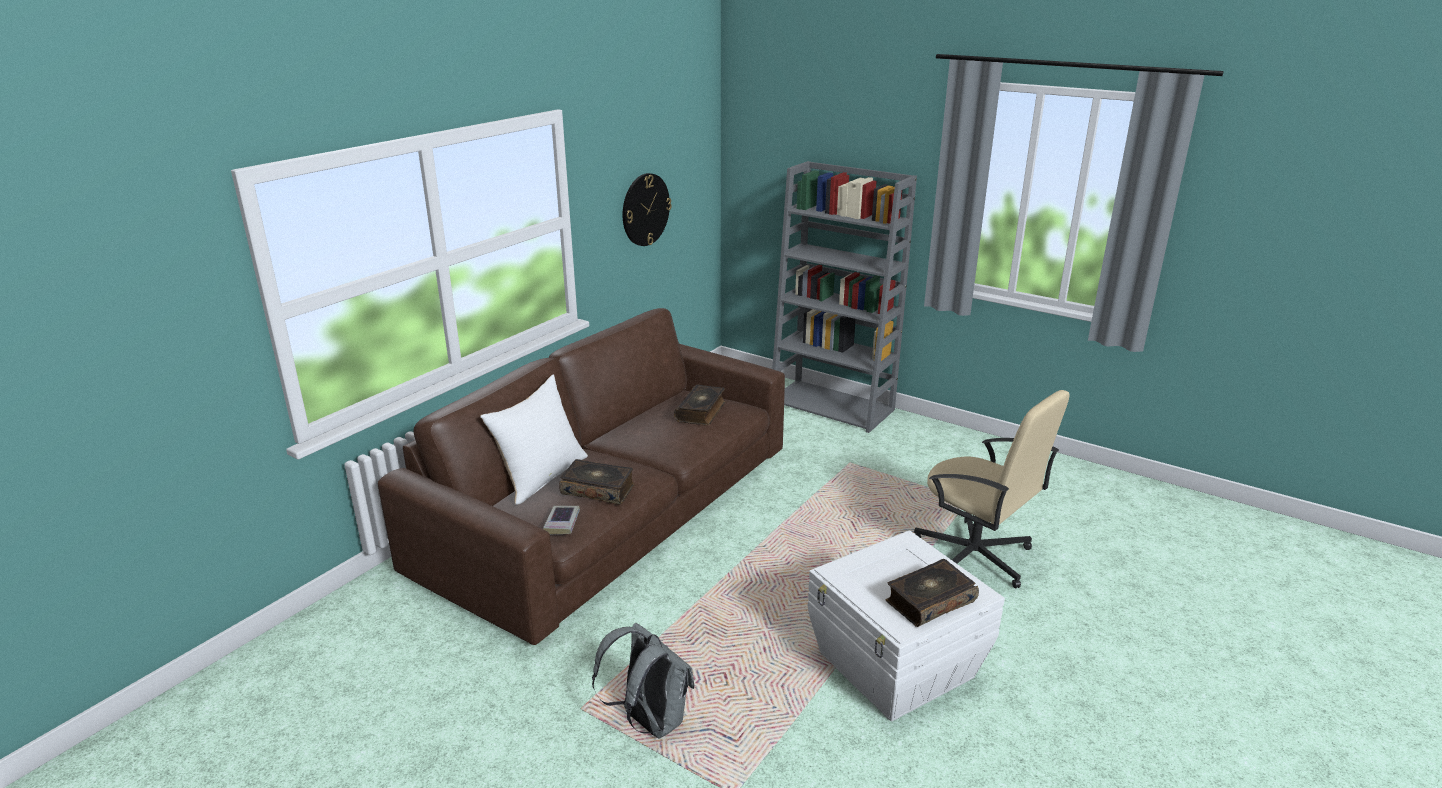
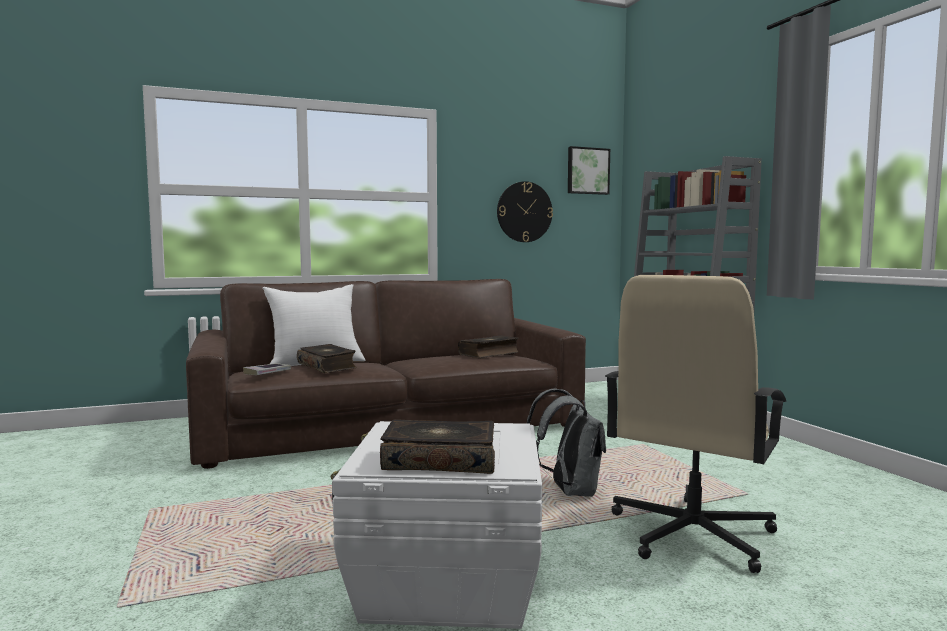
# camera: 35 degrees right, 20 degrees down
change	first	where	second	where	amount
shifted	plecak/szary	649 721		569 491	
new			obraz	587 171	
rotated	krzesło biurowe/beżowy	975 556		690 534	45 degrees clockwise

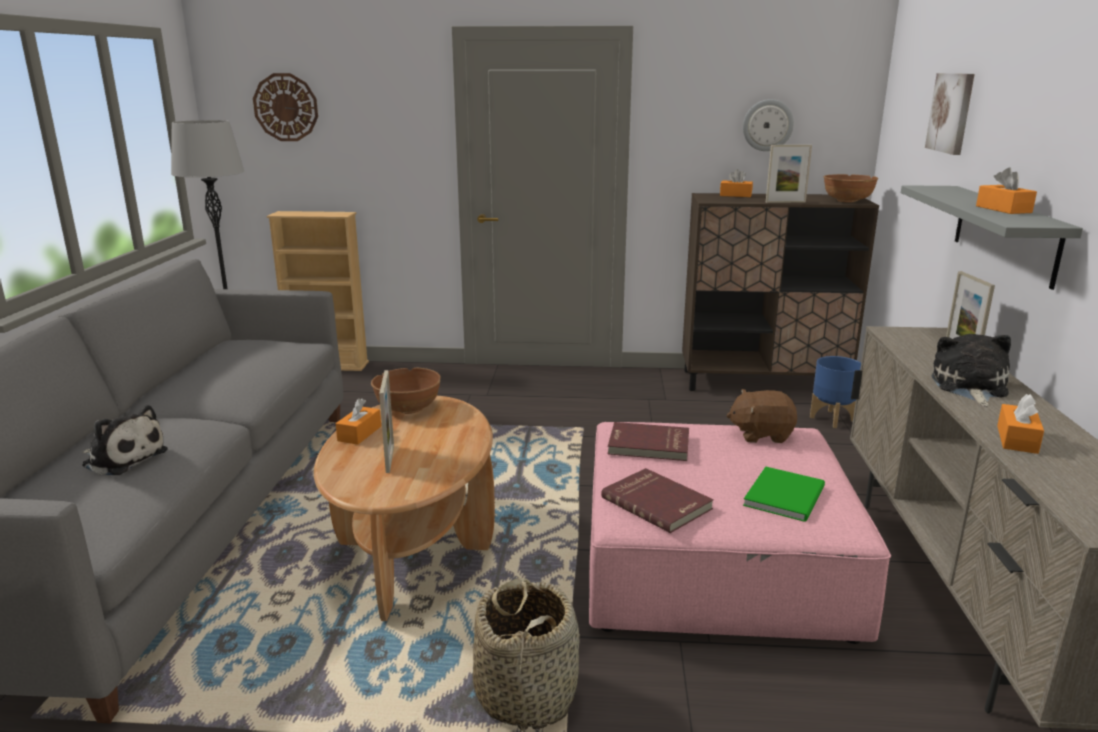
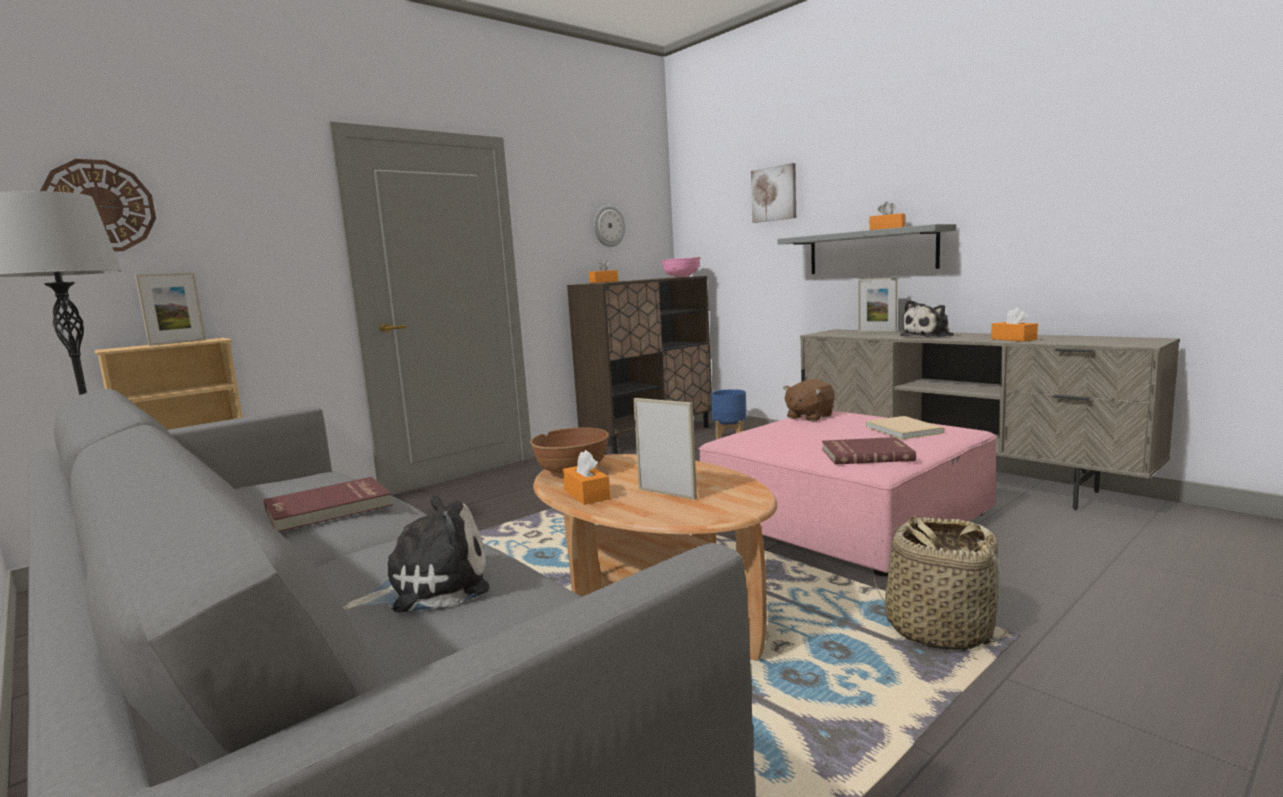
# camera: 45 degrees left, 10 degrees down
change	first	where	second	where	amount
shifted	ramka na zdjęcie	785 202		178 342	
shifted	książka/czerwony	648 445		329 508	
repainted	miska/brązowy	847 201	miska/różowy	681 277	
repainted	książka/zielony	787 495	książka/beżowy	903 429	
rotated	pluszak	969 387		929 336	90 degrees counterclockwise

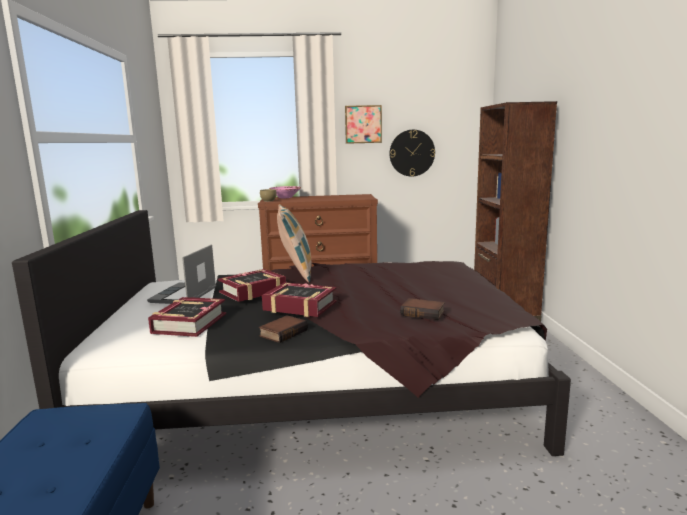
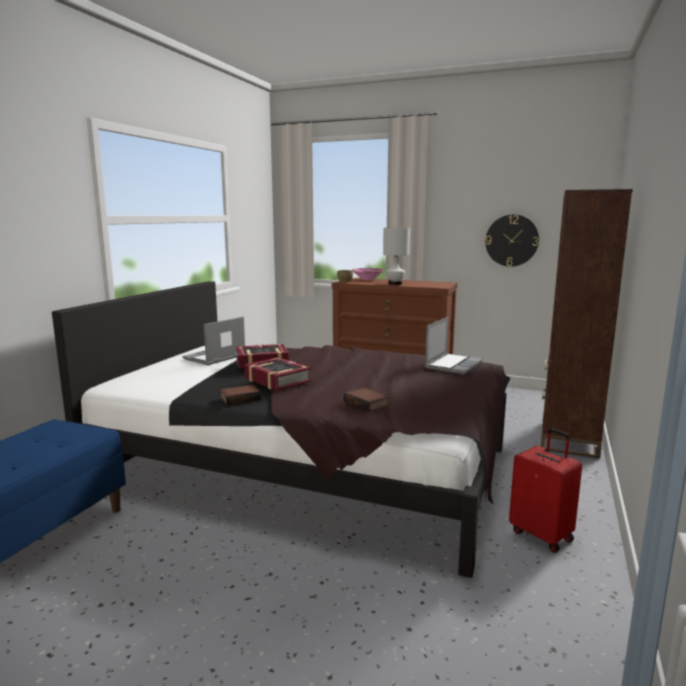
# camera: 25 degrees right, 0 degrees up
change	first	where	second	where	amount
new			lampa stołowa/biały	395 284	
new			laptop	453 365	
new			walizka/czerwony	542 535	
gone	książka	189 323			
gone	poduszka	295 273			
gone	obraz	363 124			

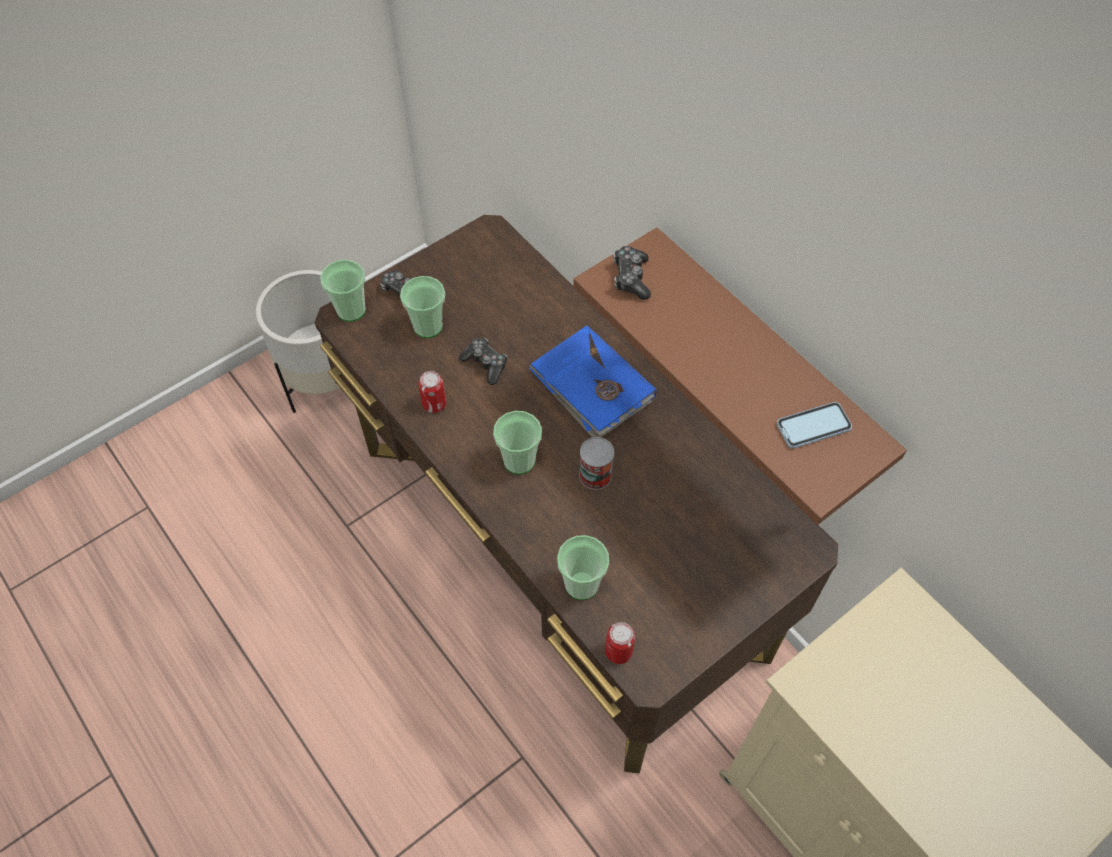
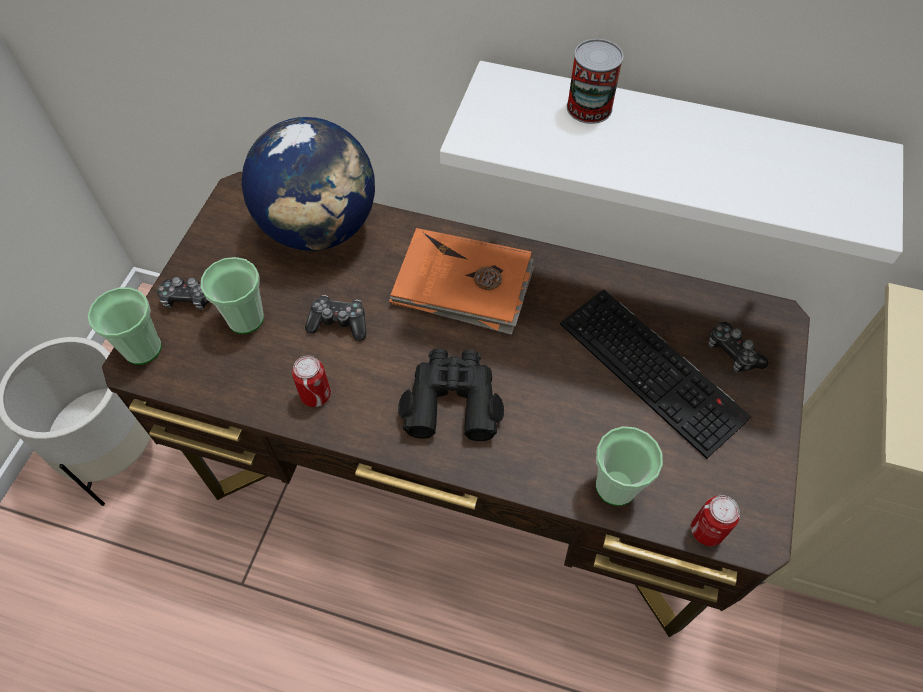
# camera: 35 degrees left, 0 degrees up
change	first	where	second	where	amount
new			globus	320 228	
repainted	książka/niebieski	591 386	książka/pomarańczowy	463 284	
swapped	filiżanka	519 461	lornetka/czarny	452 400	
repainted	półka/brązowy	764 361	półka/biały	668 146	
new			klawiatura	655 370	
shifted	puszka	595 475		589 107	
shifted	pad do gier	631 278		732 353	
gone	telefon	813 426			

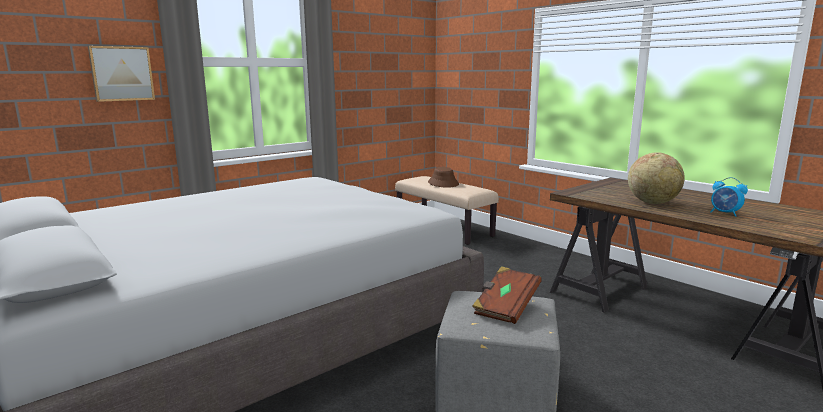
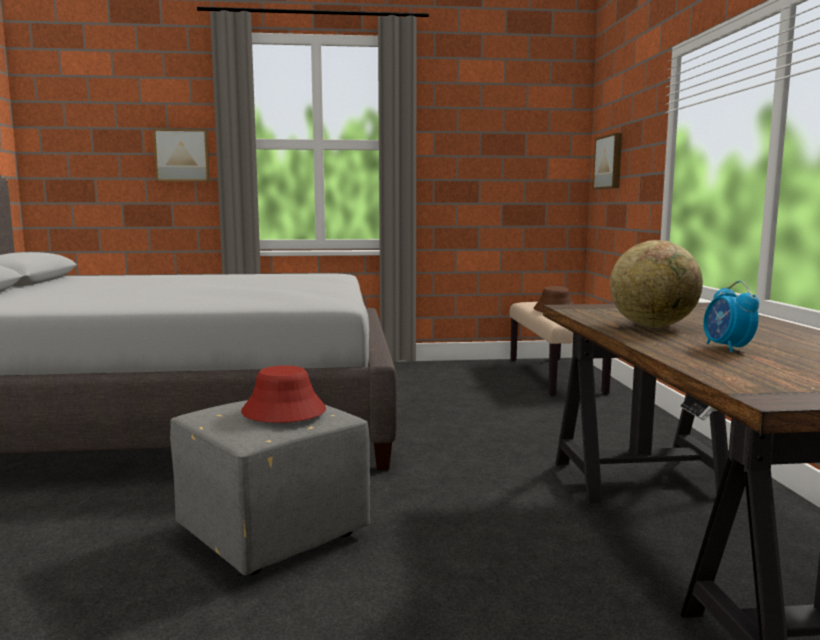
# camera: 35 degrees right, 5 degrees down
change	first	where	second	where	amount
swapped	książka/brązowy	505 307	kapelusz/czerwony	283 411	
new			obraz	610 162	

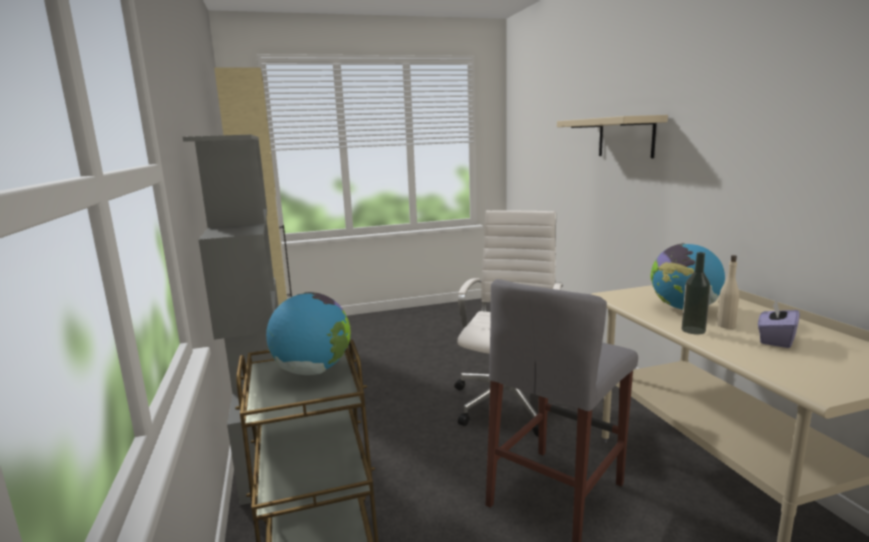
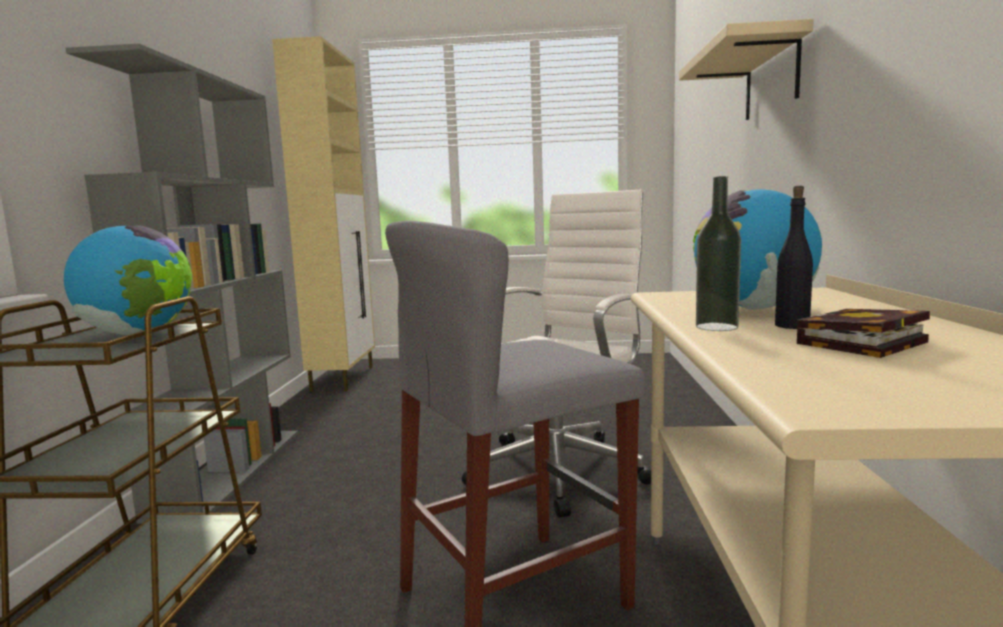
# camera: 20 degrees right, 5 degrees down
change	first	where	second	where	amount
repainted	butelka/beżowy	725 325	butelka/czarny	791 326	
swapped	pudełko chusteczek/fioletowy	775 339	książka	861 344	

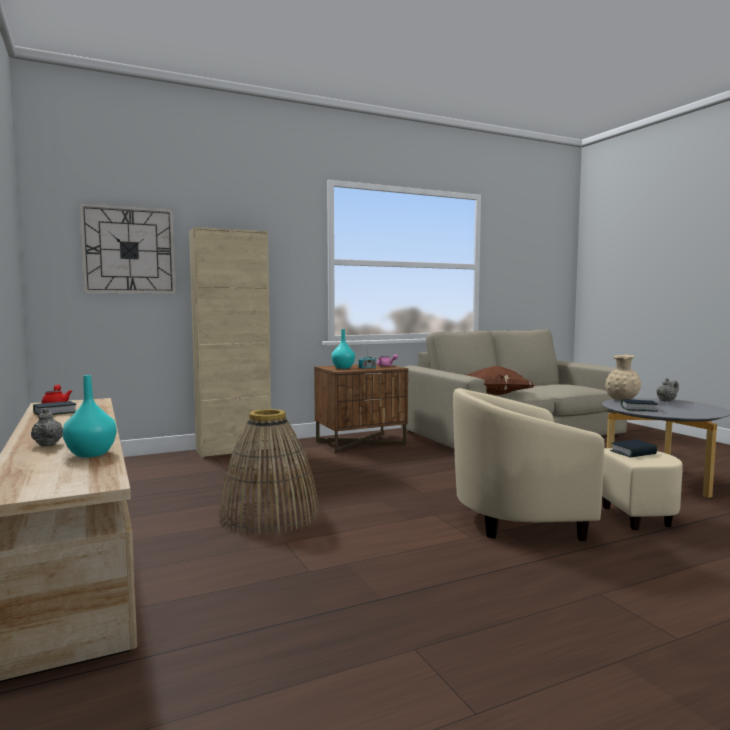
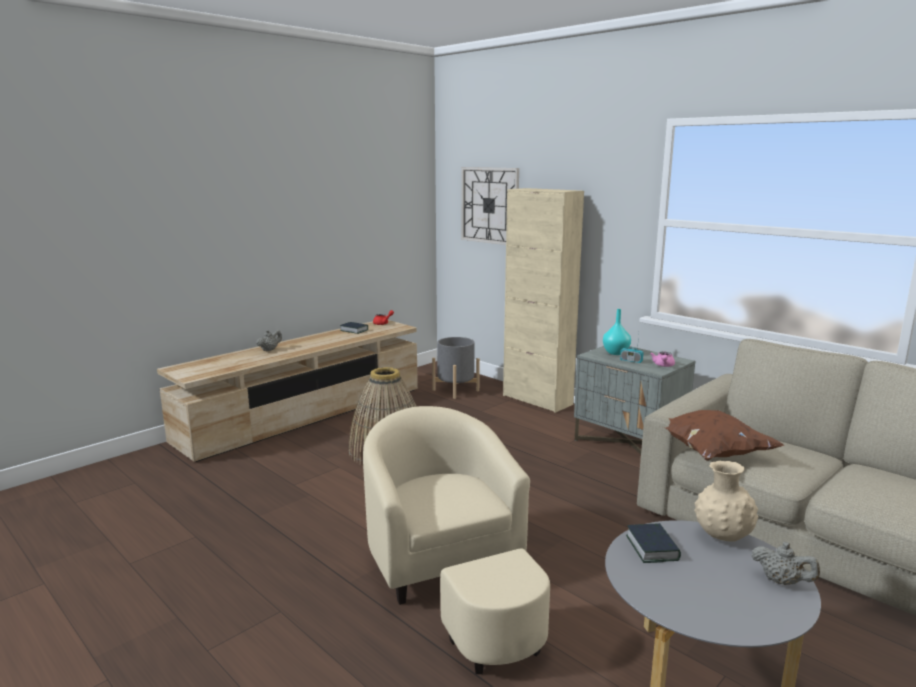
# camera: 70 degrees right, 10 degrees up
change	first	where	second	where	amount
new			donica/szary	455 390	
repainted	szafka nocna/brązowy	361 443	szafka nocna/szary	629 444	
gone	wazon/turkusowy	90 454			
gone	książka	633 453			

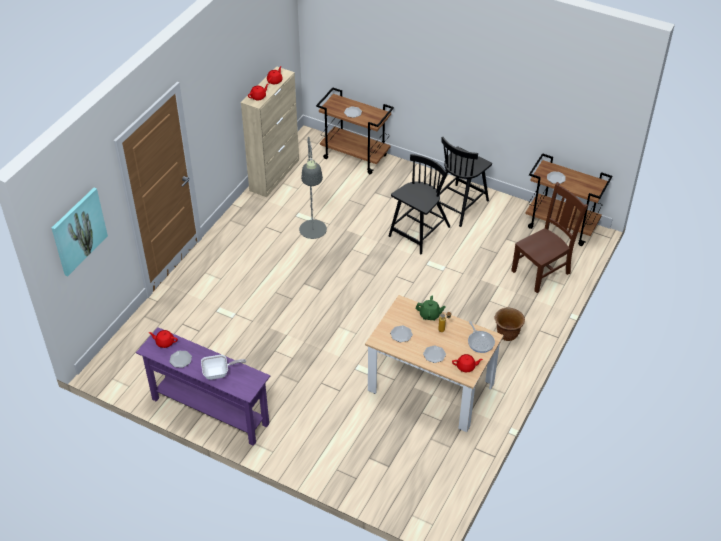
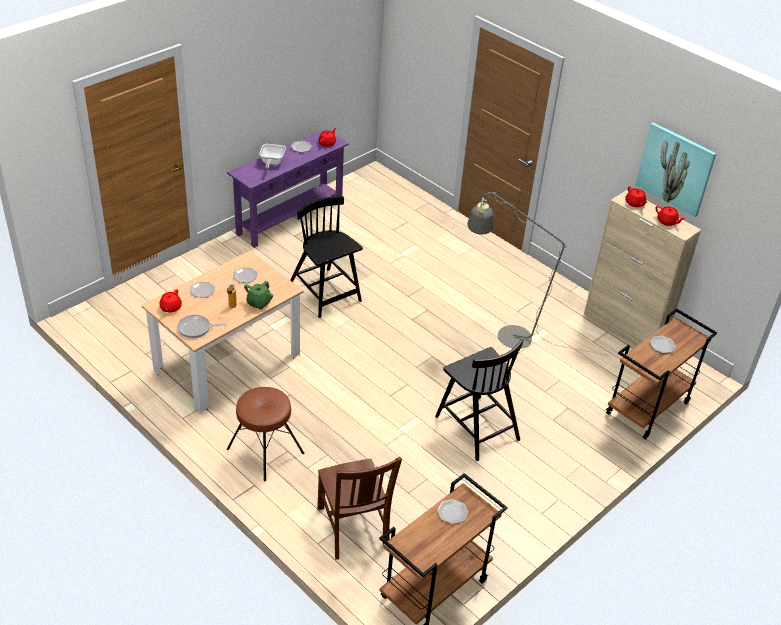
# camera: 105 degrees right, 5 degrees down
change	first	where	second	where	amount
swapped	donica/brązowy	507 334	stołek/brązowy	265 451	
shifted	krzesło/czarny	459 205		325 293	
shifted	obraz	79 231		675 169	

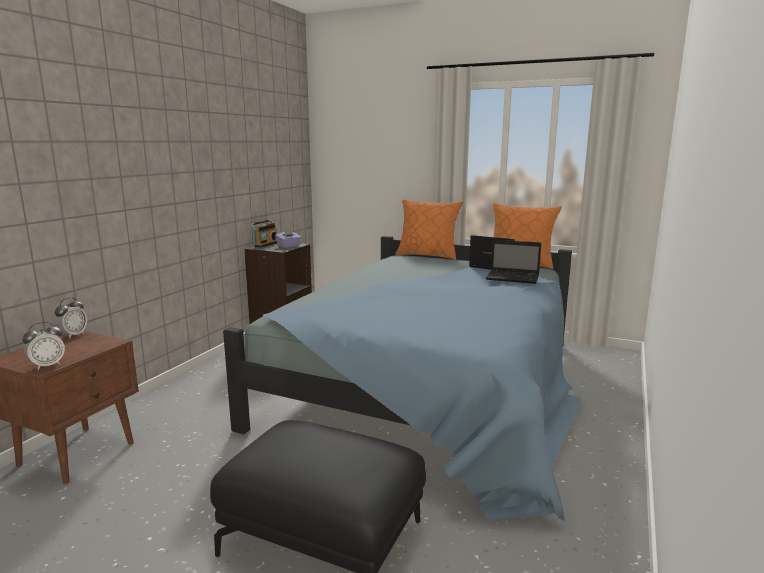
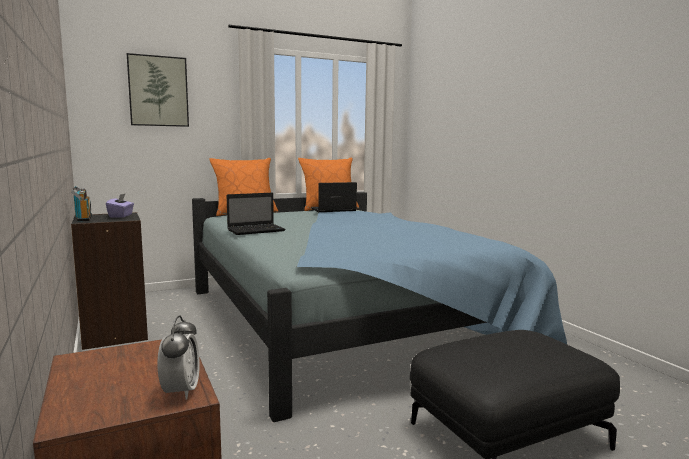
# camera: 50 degrees left, 5 degrees down
change	first	where	second	where	amount
new			obraz	158 91	
shifted	laptop	514 278		257 230	
gone	budzik	73 335			

